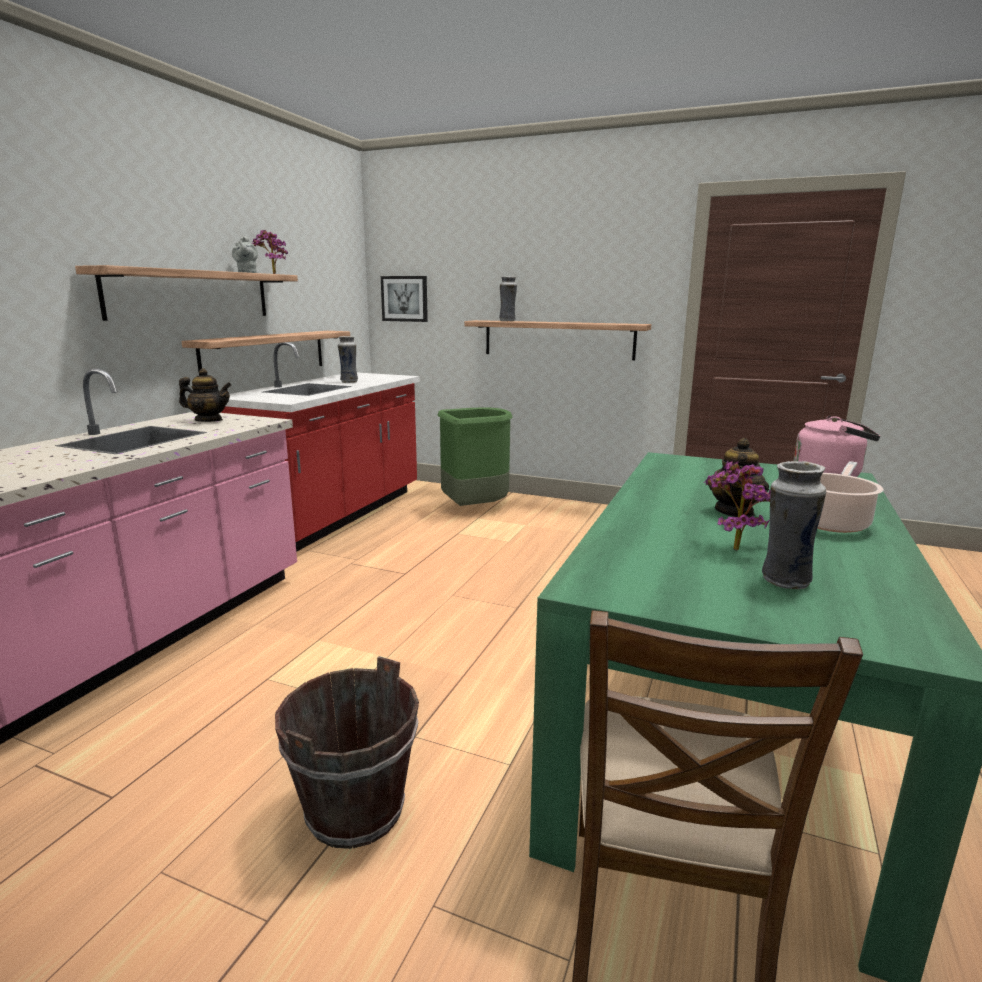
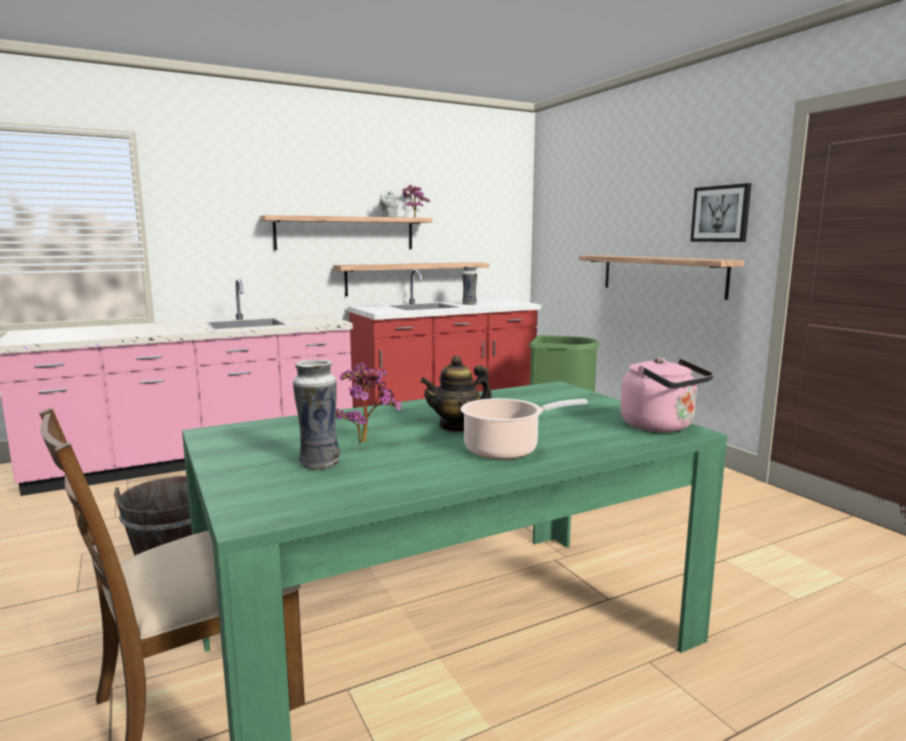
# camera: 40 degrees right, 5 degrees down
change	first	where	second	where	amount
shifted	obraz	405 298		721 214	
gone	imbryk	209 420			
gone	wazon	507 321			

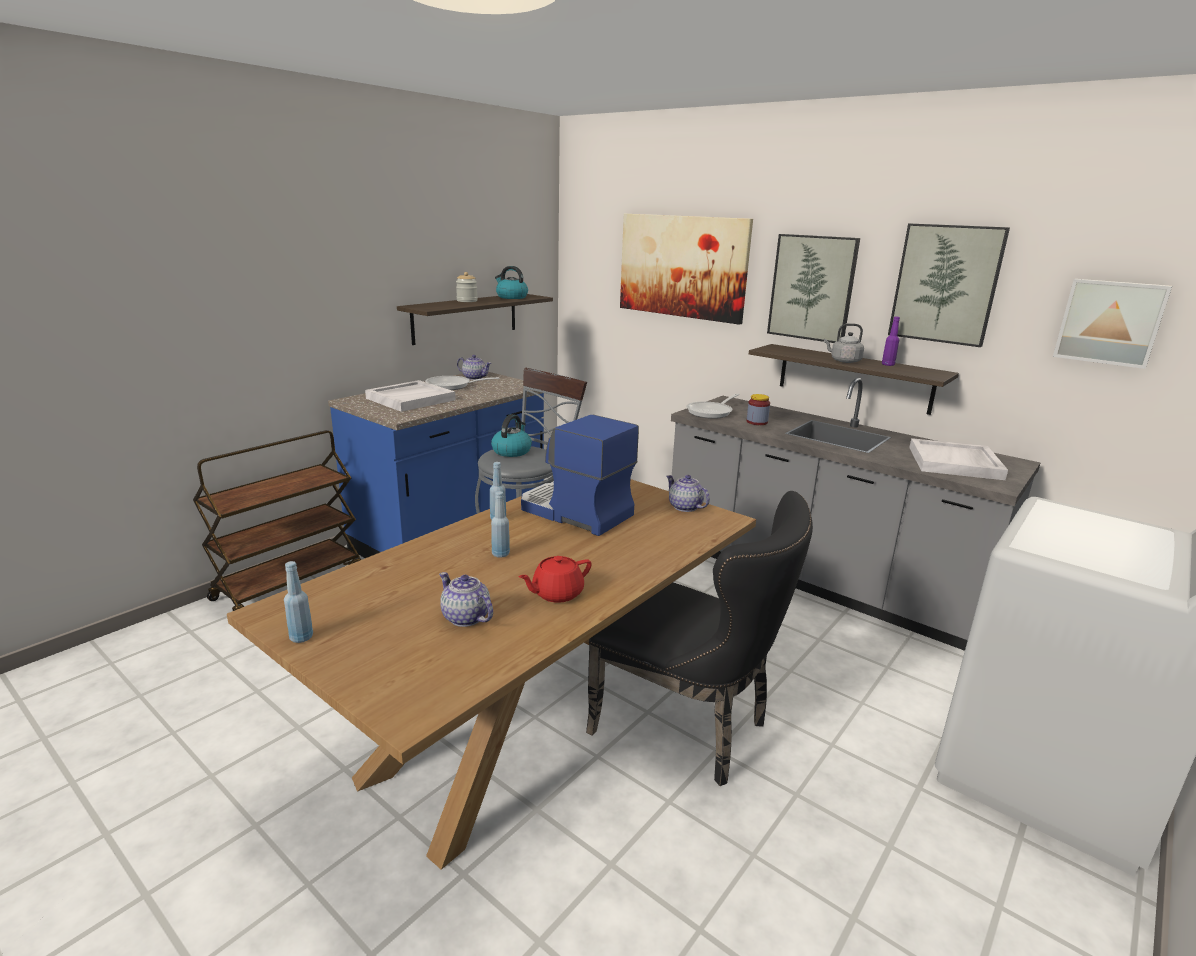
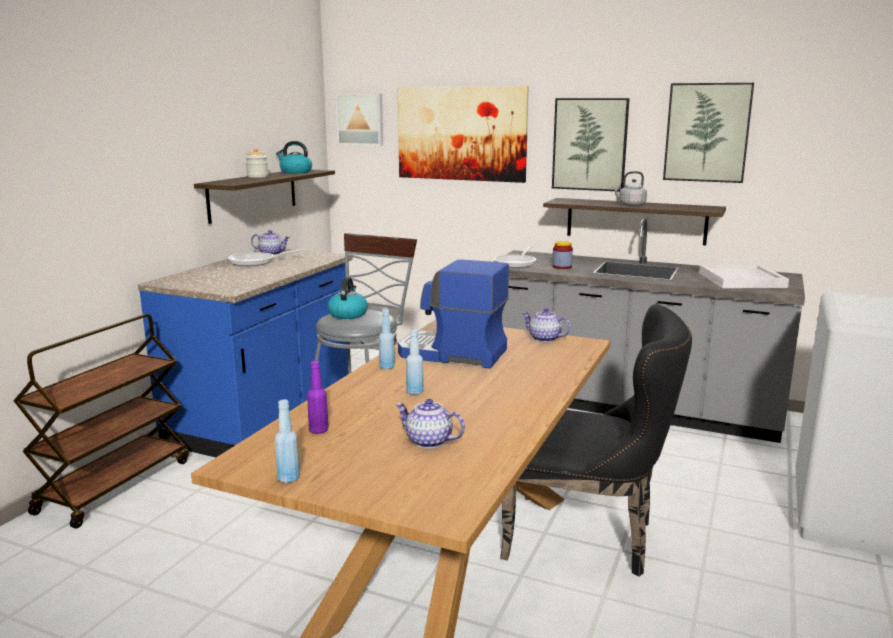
# camera: 15 degrees left, 5 degrees down
change	first	where	second	where	amount
shifted	butelka/fioletowy	888 365		318 430	
shifted	obraz	1110 322		360 119	
gone	taca/biały	411 399			
gone	imbryk/czerwony	556 593			

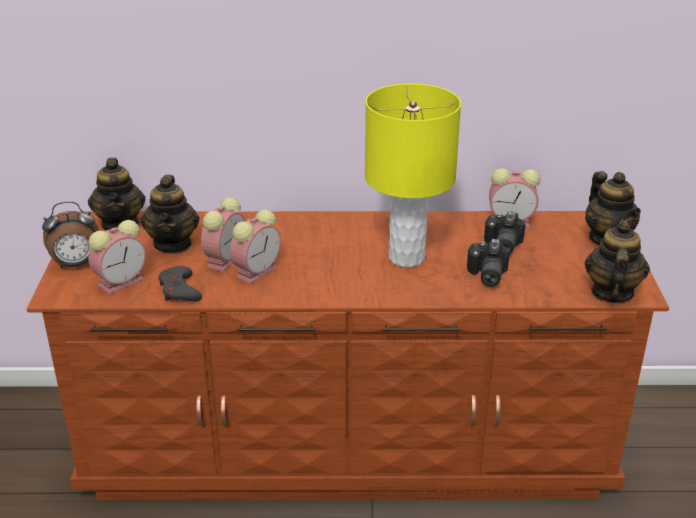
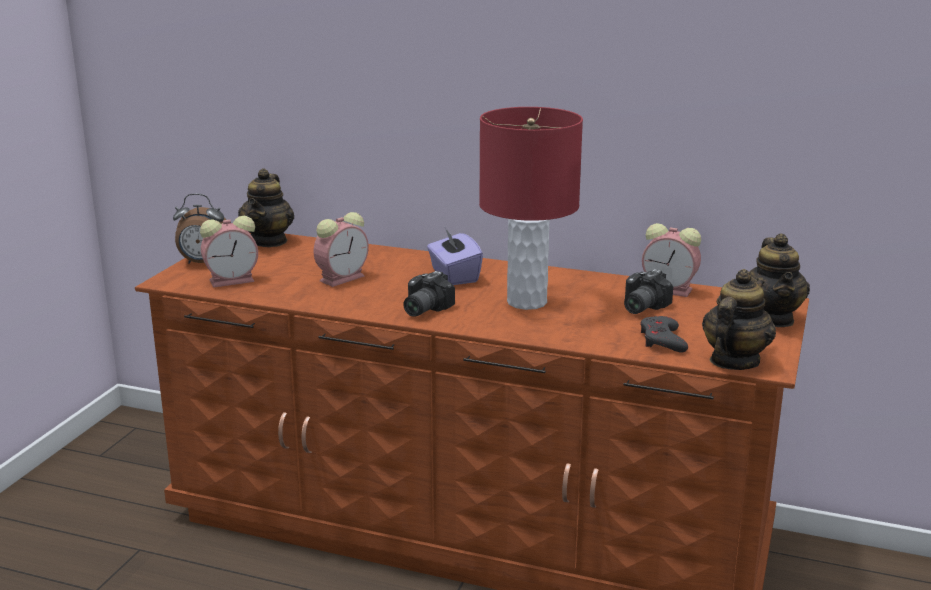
# camera: 20 degrees right, 10 degrees down
change	first	where	second	where	amount
shifted	aparat fotograficzny	485 275		422 309	
new			pudełko chusteczek/fioletowy	454 276	
repainted	lampa stołowa/żółty	407 258	lampa stołowa/czerwony	527 302	
shifted	pad do gier/szary	179 290		662 340	
gone	imbryk	173 244			
gone	budzik	257 271			

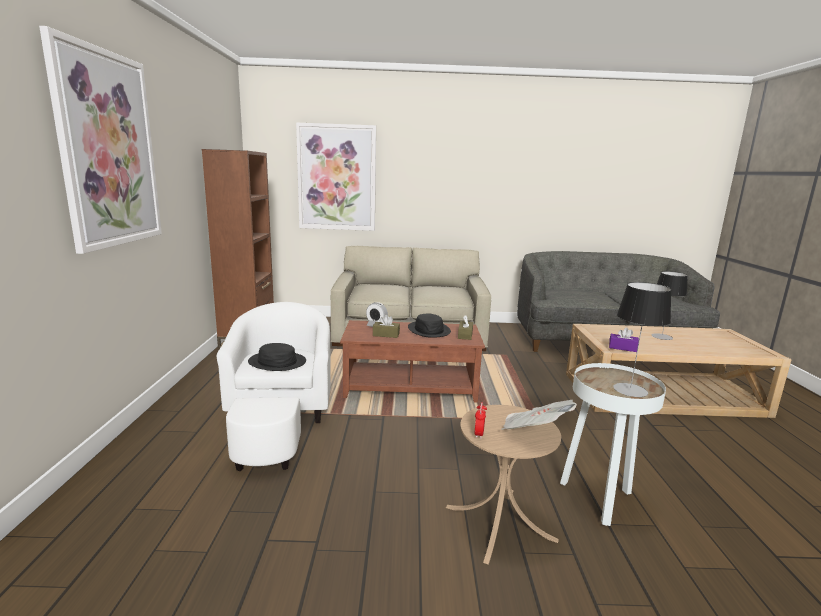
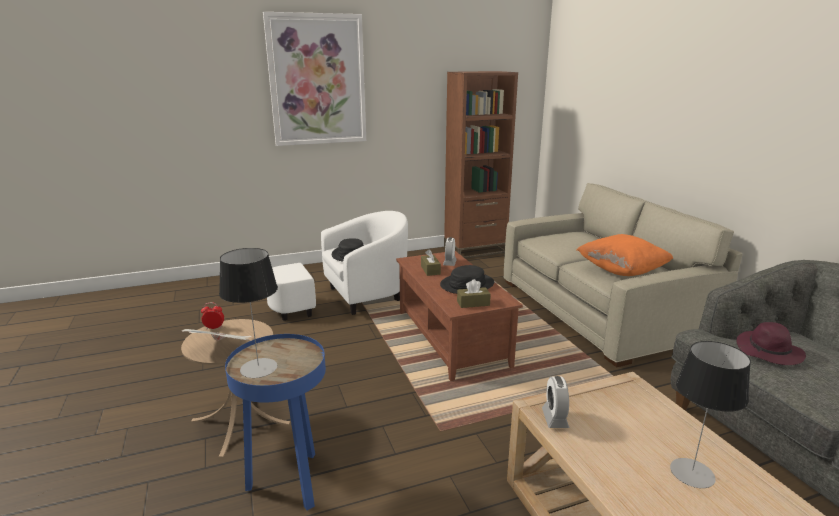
# camera: 70 degrees right, 5 degrees up
change	first	where	second	where	amount
repainted	stolik/biały	598 500	stolik/niebieski	289 484	
swapped	pudełko chusteczek/fioletowy	622 348	budzik	555 418	
new			poduszka/pomarańczowy	621 271	
new			kapelusz/fioletowy	769 352	
gone	obraz	337 178			

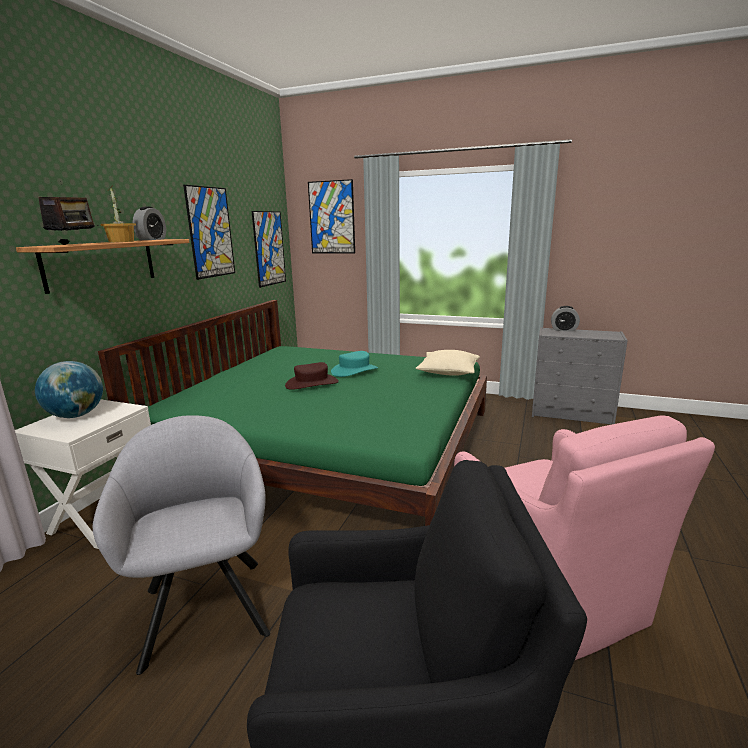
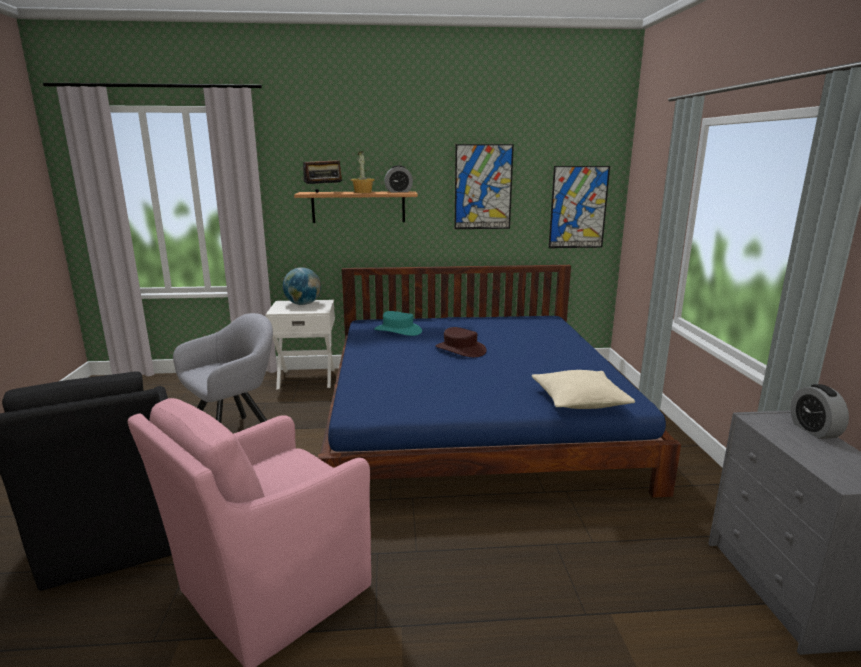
# camera: 65 degrees right, 0 degrees up
change	first	where	second	where	amount
repainted	łóżko/zielony	330 442	łóżko/niebieski	472 417	
shifted	kapelusz/turkusowy	354 370		398 330	
gone	obraz	331 217			

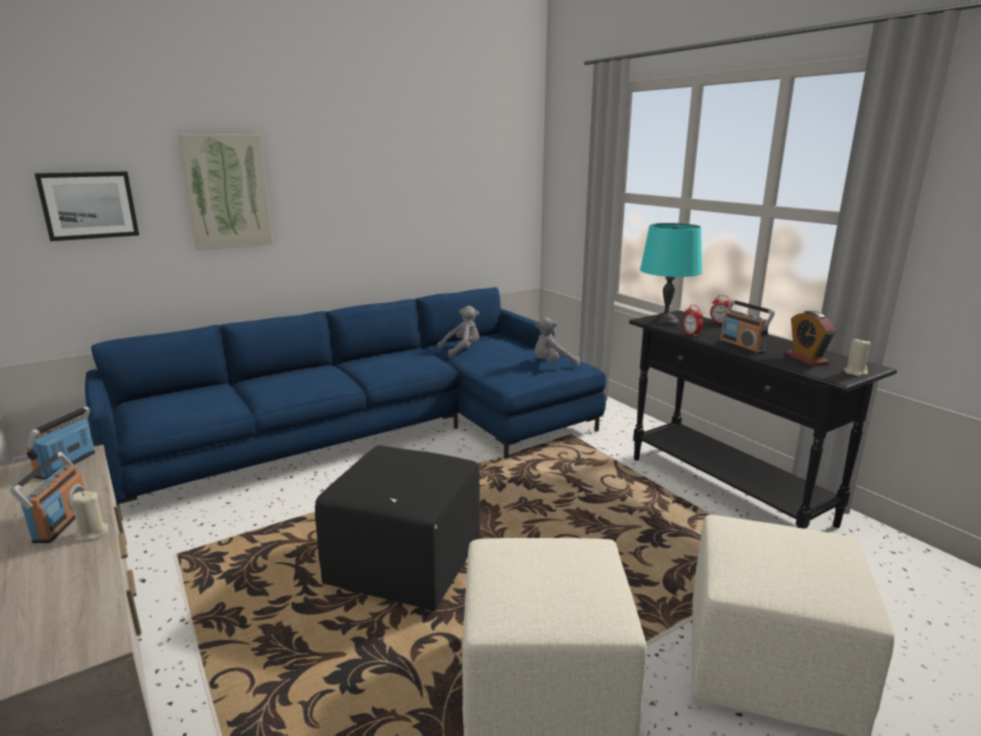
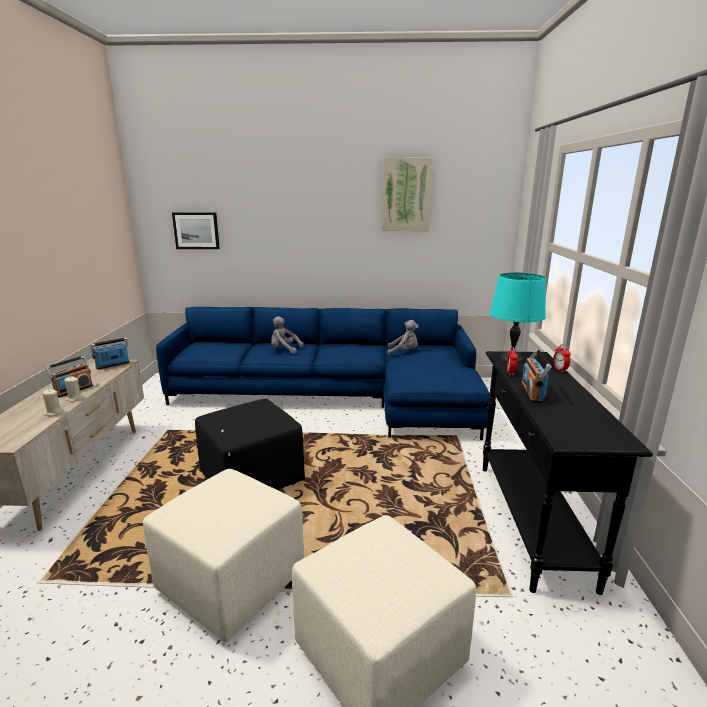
# camera: 35 degrees right, 0 degrees up
change	first	where	second	where	amount
shifted	świeca/beżowy	855 372		54 413	
shifted	pluszak/szary	552 364		284 350	
shifted	obraz	227 191		406 195	
gone	budzik	806 359			

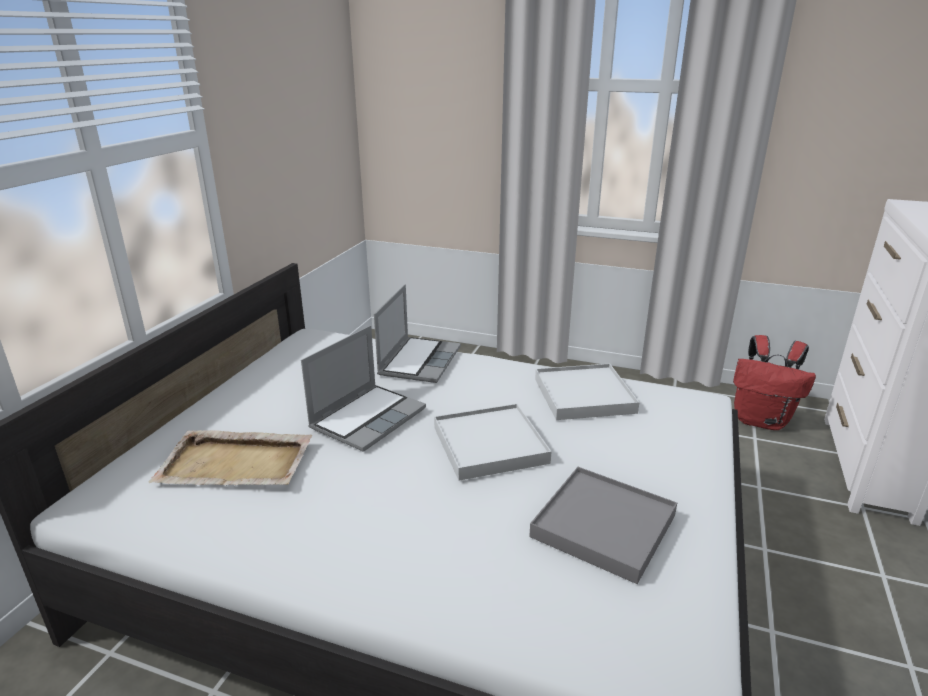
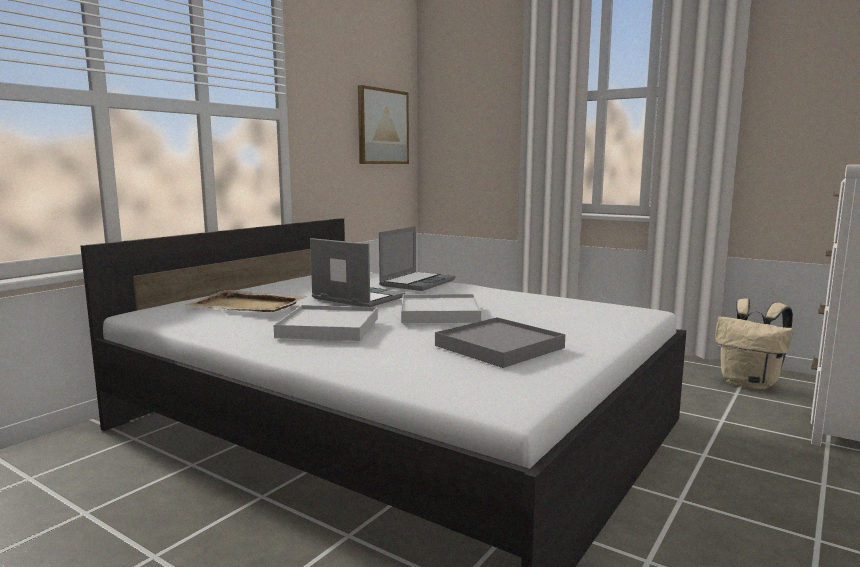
# camera: 15 degrees right, 15 degrees down
change	first	where	second	where	amount
shifted	taca/biały	583 395		328 328	
rotated	laptop	368 418		356 298	105 degrees counterclockwise
new			obraz	382 127	
repainted	plecak/czerwony	761 420	plecak/beżowy	750 384	

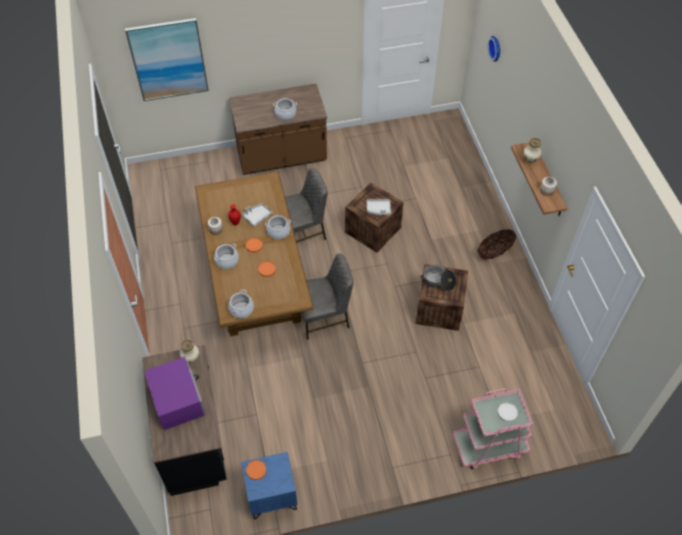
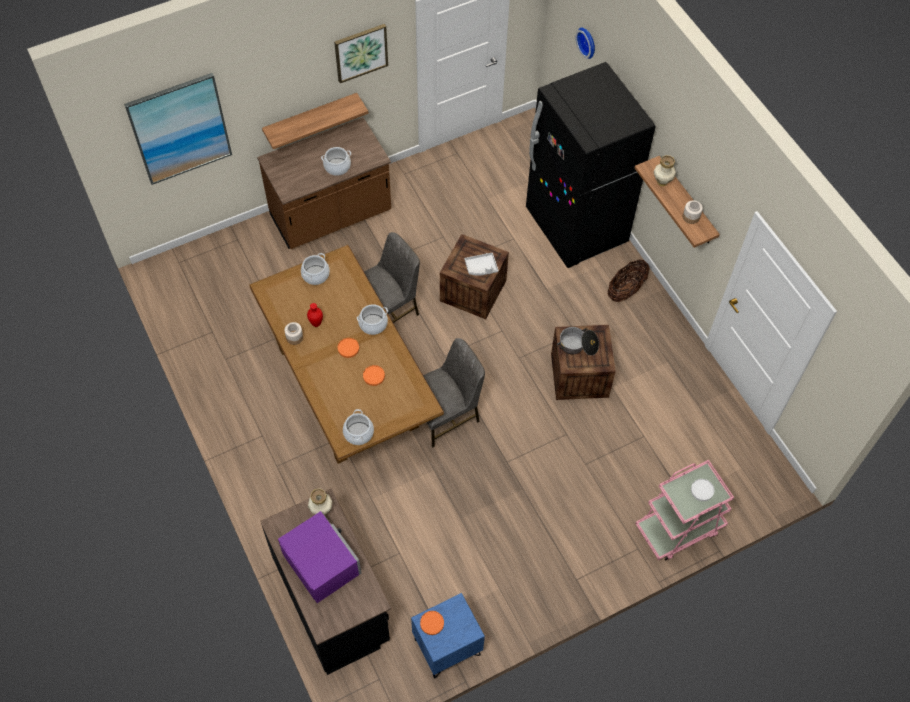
# camera: 15 degrees left, 5 degrees up
change	first	where	second	where	amount
new			półka	310 118	
shifted	garnek	227 261		316 275	
new			obraz	361 52	
new			lodówka/czarny	576 227	
gone	taca/szary	257 216			

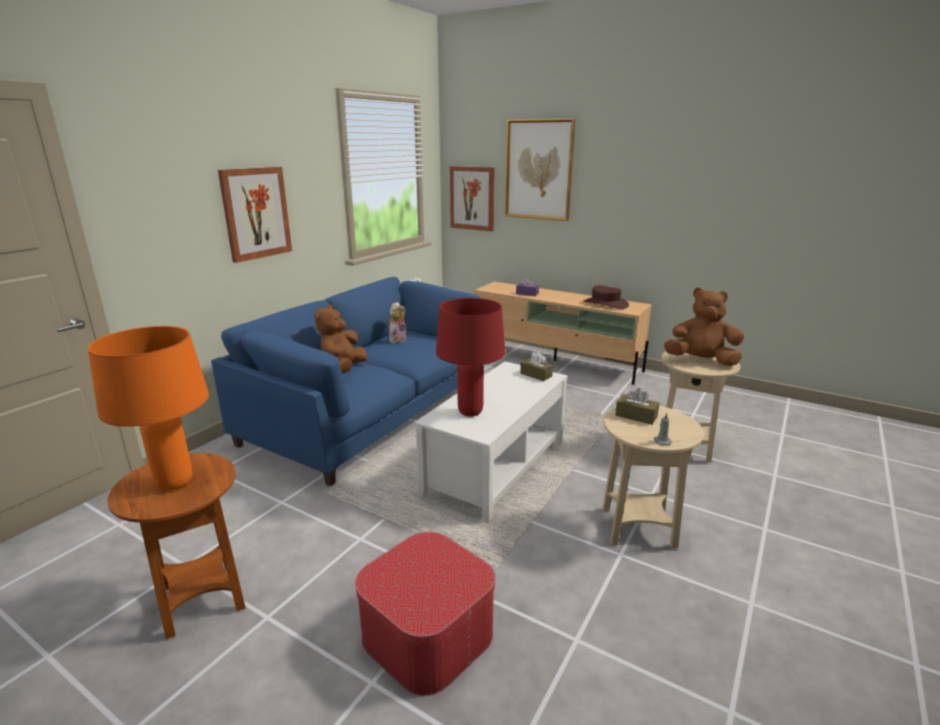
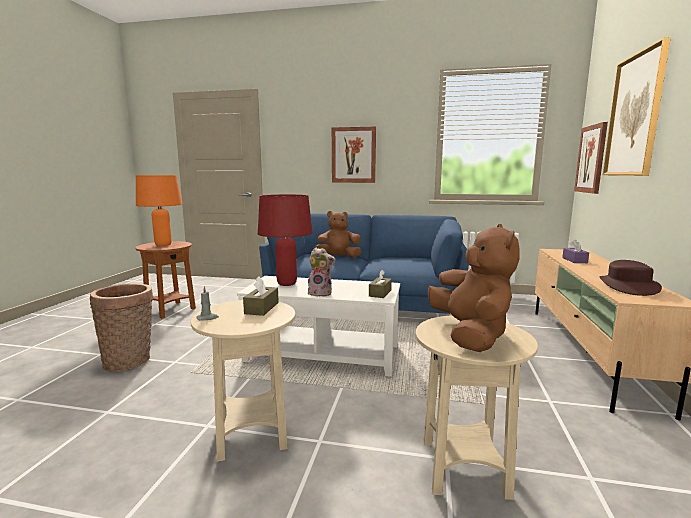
# camera: 70 degrees right, 10 degrees down
change	first	where	second	where	amount
swapped	pufa	427 634	koszyk	130 361	
shifted	pluszak	397 340		321 293	

